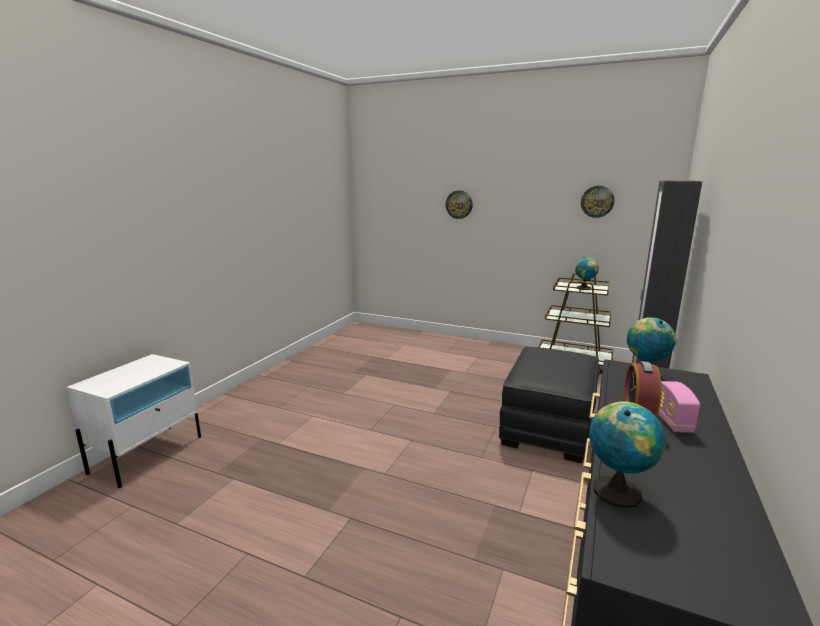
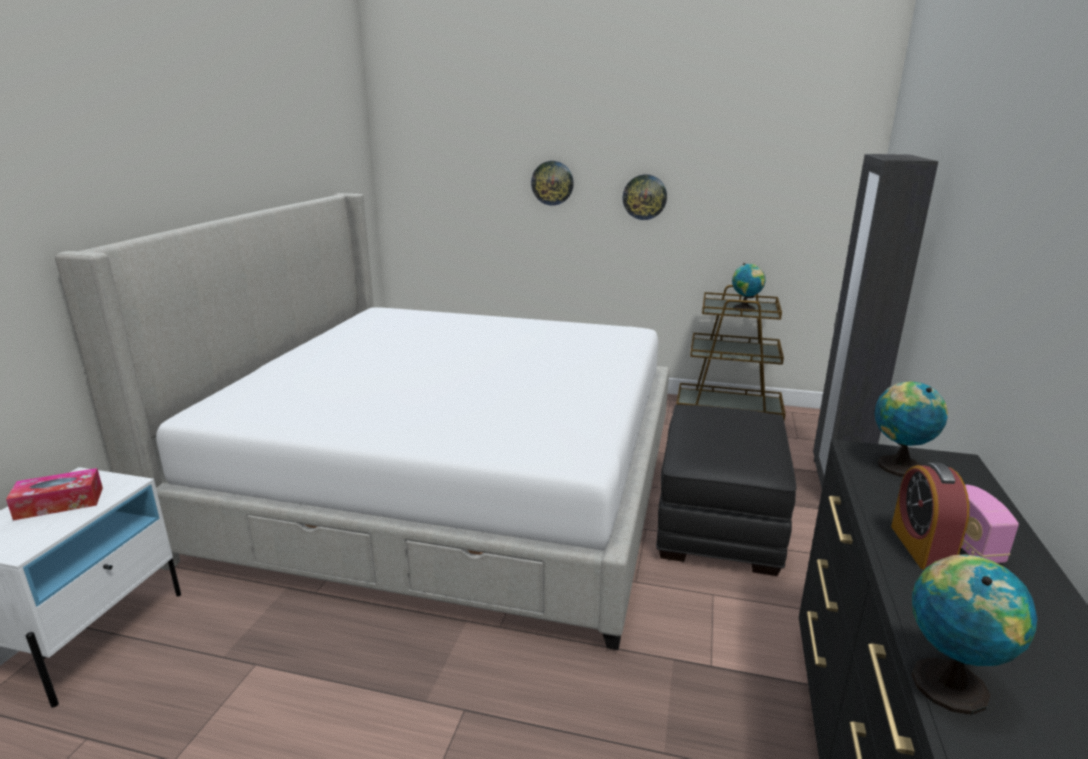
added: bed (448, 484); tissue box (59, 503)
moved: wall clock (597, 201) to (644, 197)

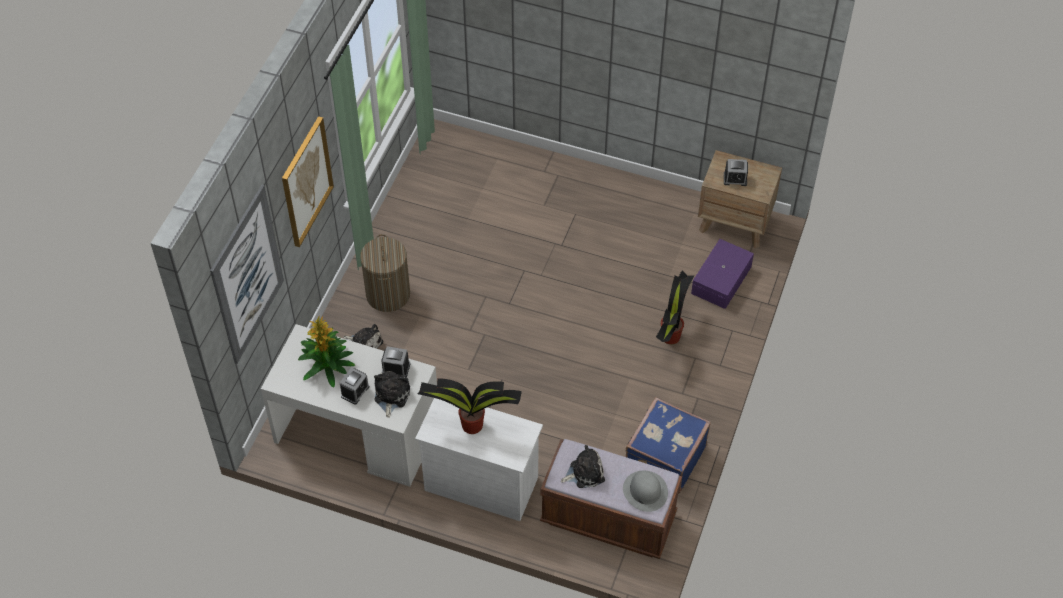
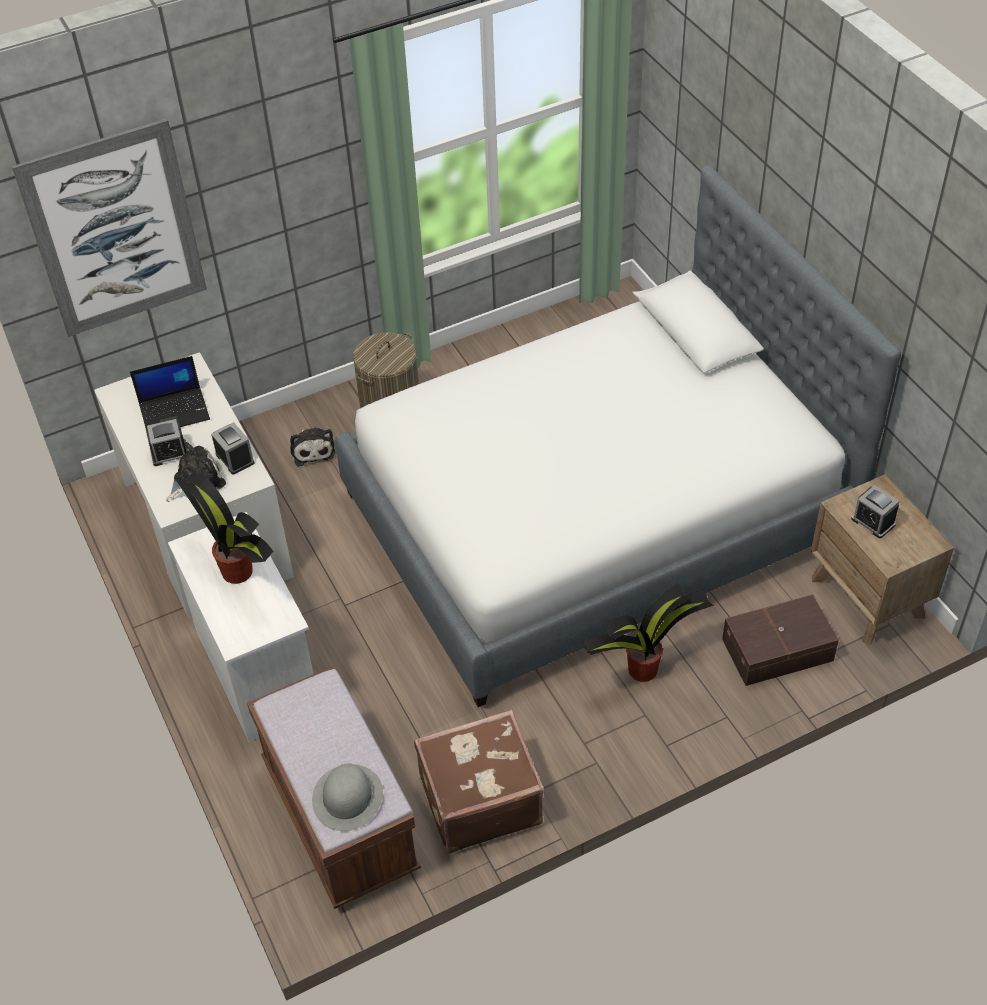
removed: picture (306, 181); plush toy (584, 472)
added: bed (596, 515)
replaced: potted plant (327, 366) to laptop (175, 411)
recoloured: purple storage box (722, 280) to brown storage box (779, 651); blue suitcase (663, 458) to brown suitcase (478, 799)

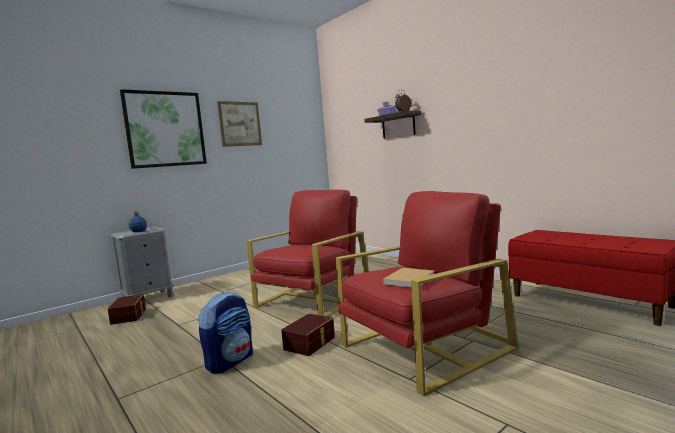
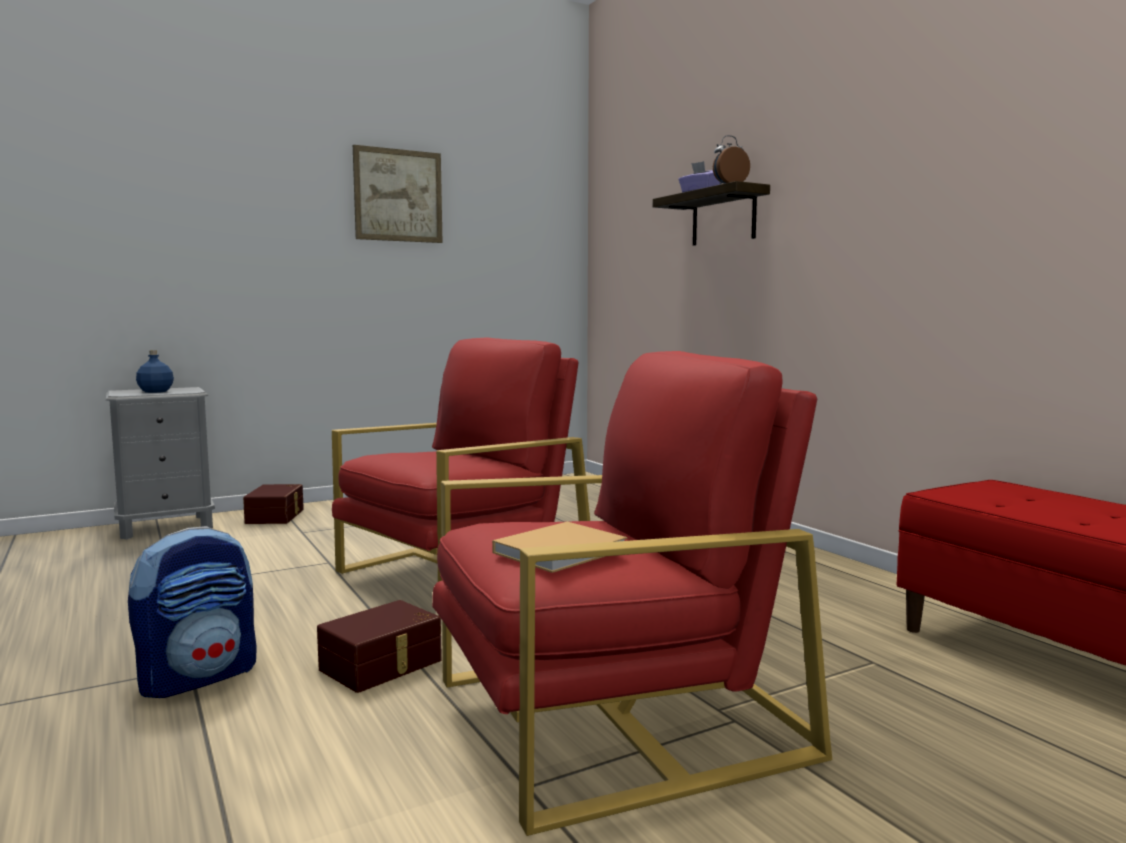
removed: picture (165, 129)
moved: brown storage box (129, 316) to (276, 516)

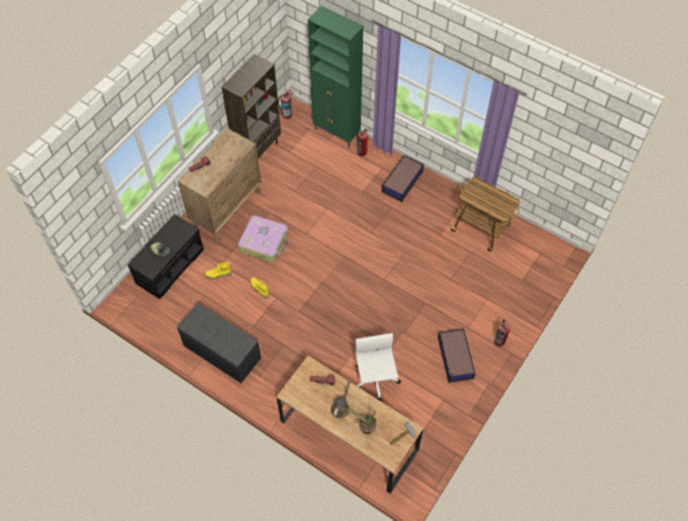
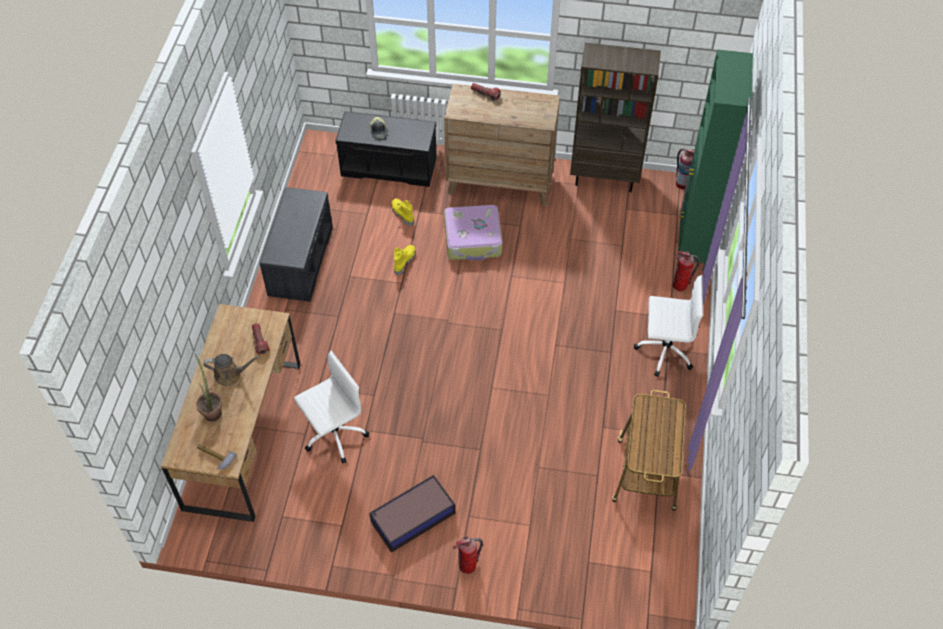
replaced: storage box (403, 181) to white office chair (664, 350)

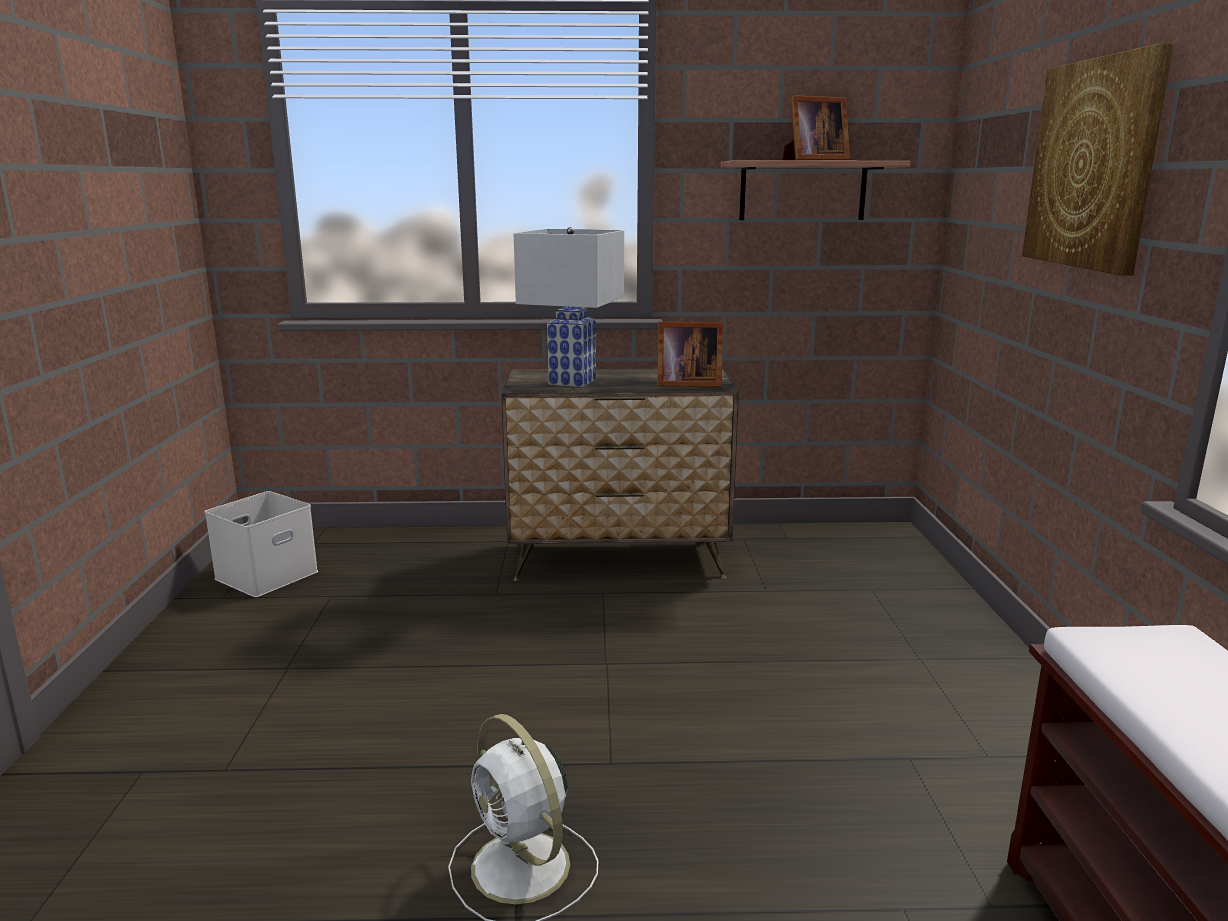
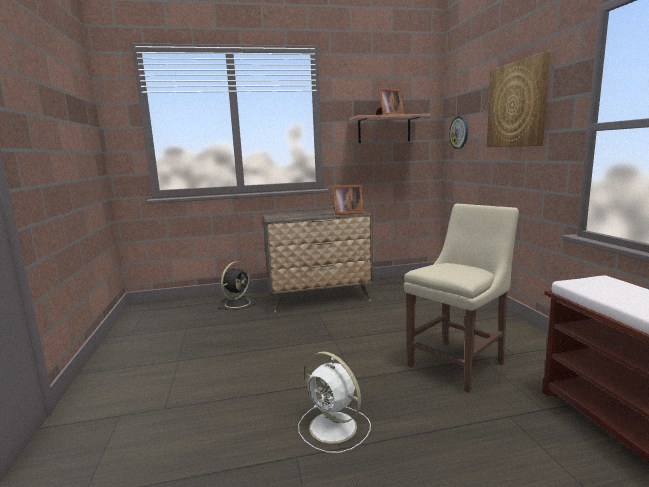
removed: white table lamp (572, 382); white storage box (267, 574)
added: wall clock (459, 132); beige chair (459, 363); black fan (238, 303)

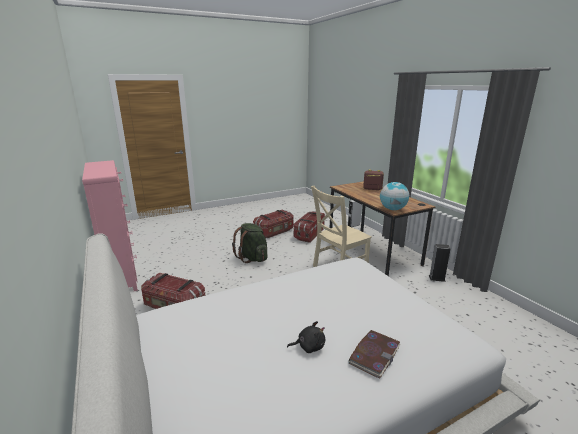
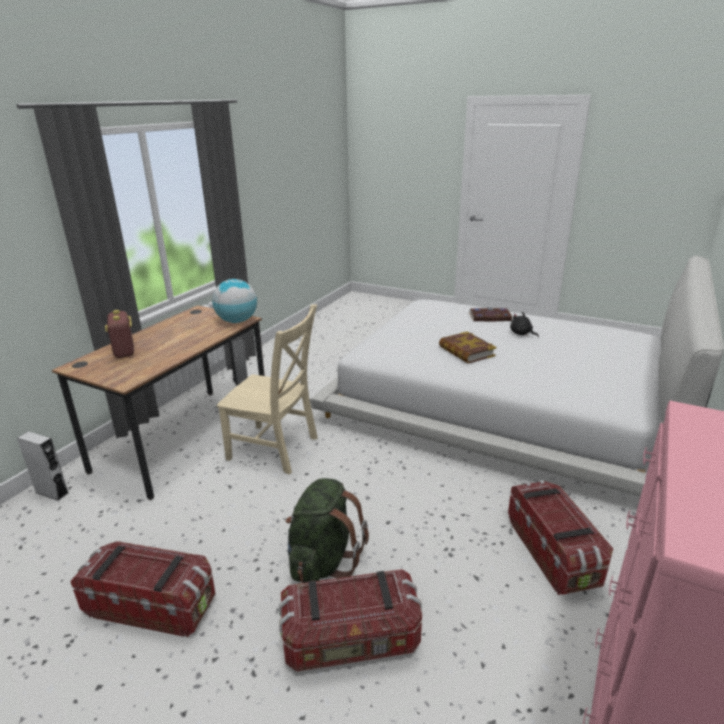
added: book (466, 351)
moved: storage box (309, 234) to (351, 641)

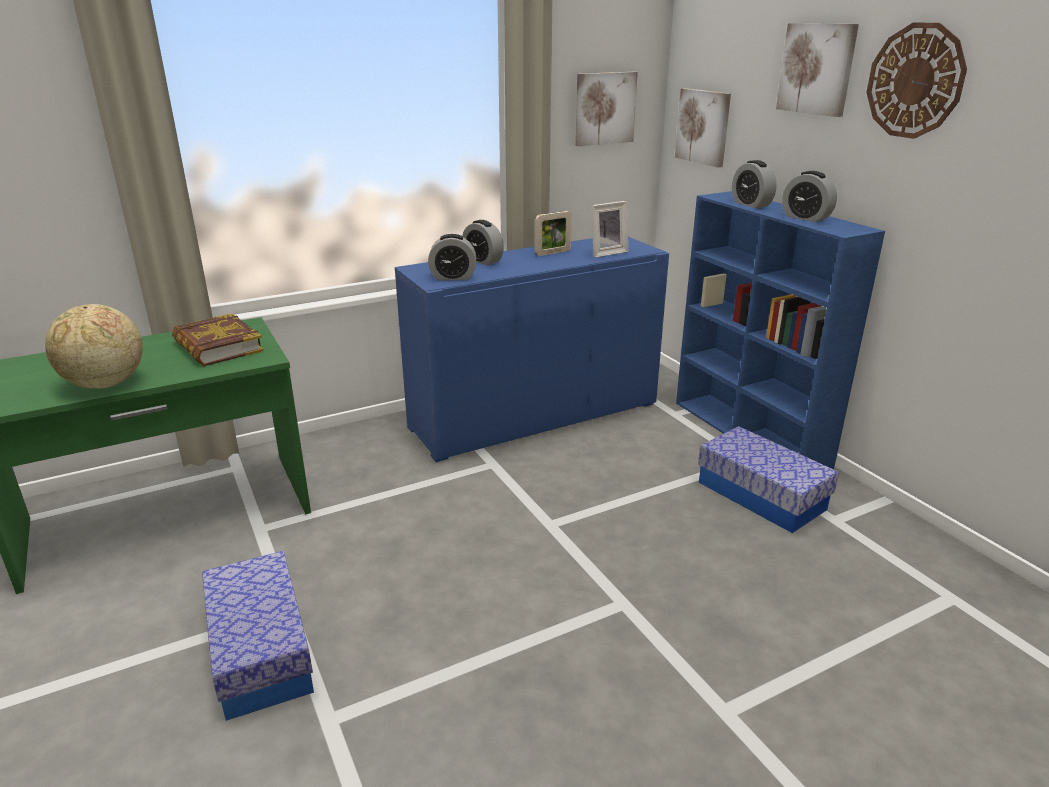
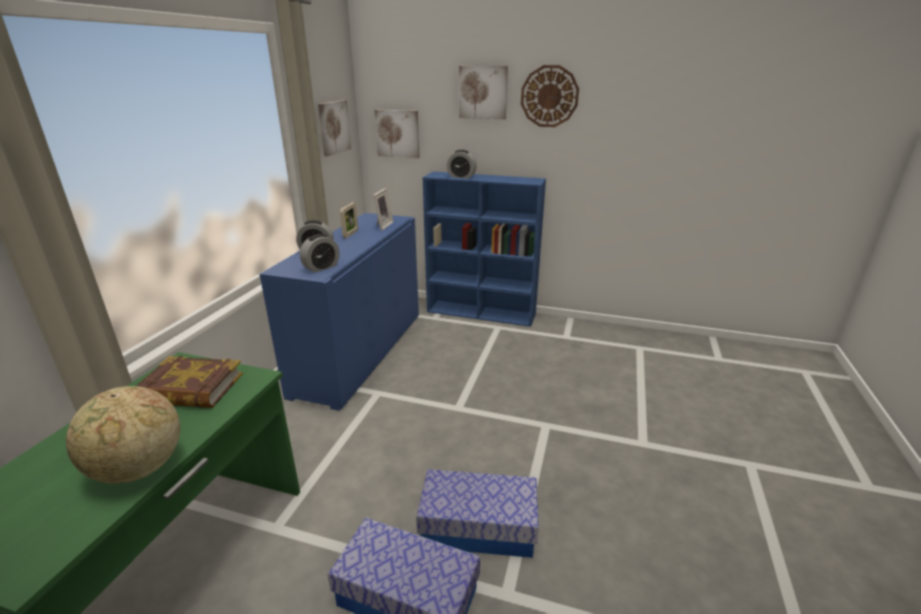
removed: alarm clock (805, 218)
moved: storage box (761, 495) to (478, 527)

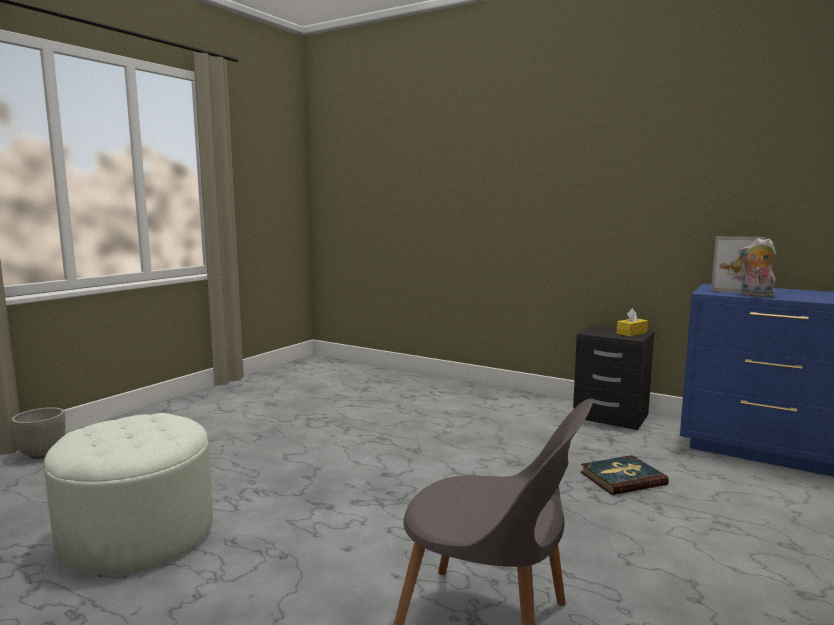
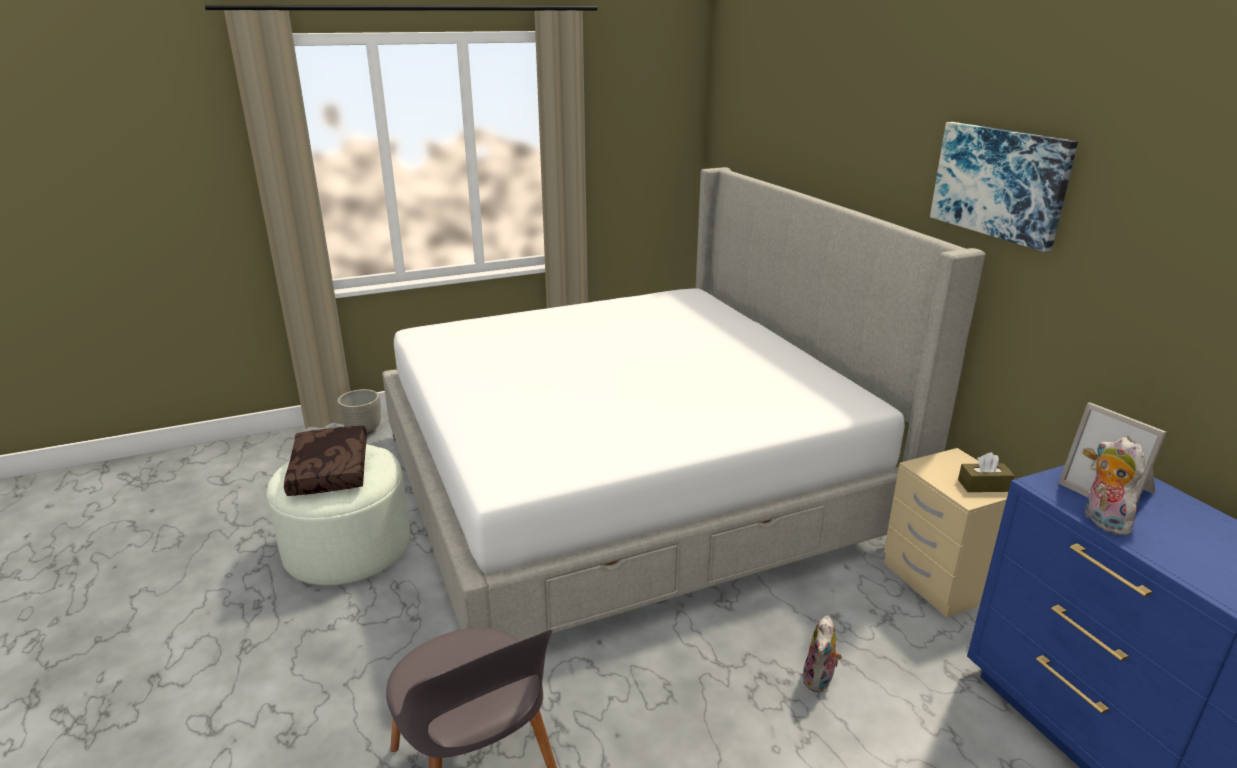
added: picture (1000, 182); bed (629, 482); brown pillow (332, 471)
replaced: book (622, 478) to plush toy (819, 680)
recoloured: yellow tissue box (631, 333) to brown tissue box (983, 485); black nightstand (610, 416) to beige nightstand (940, 580)

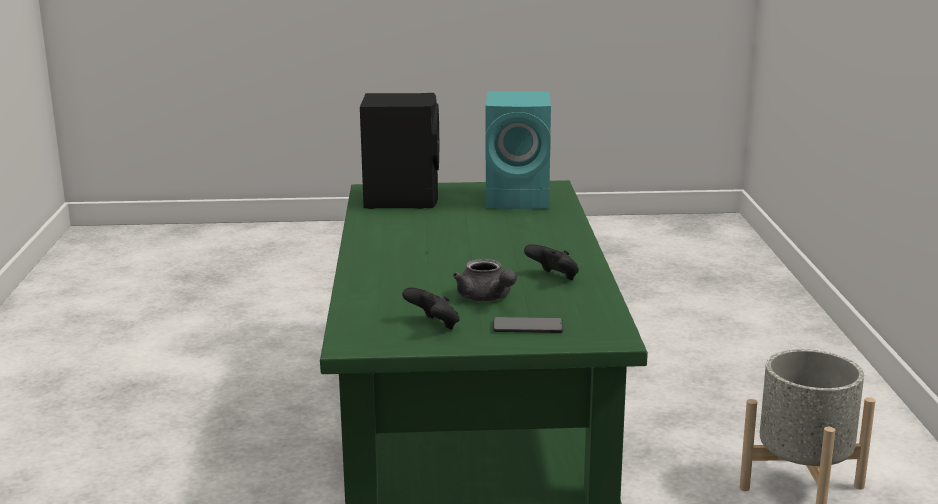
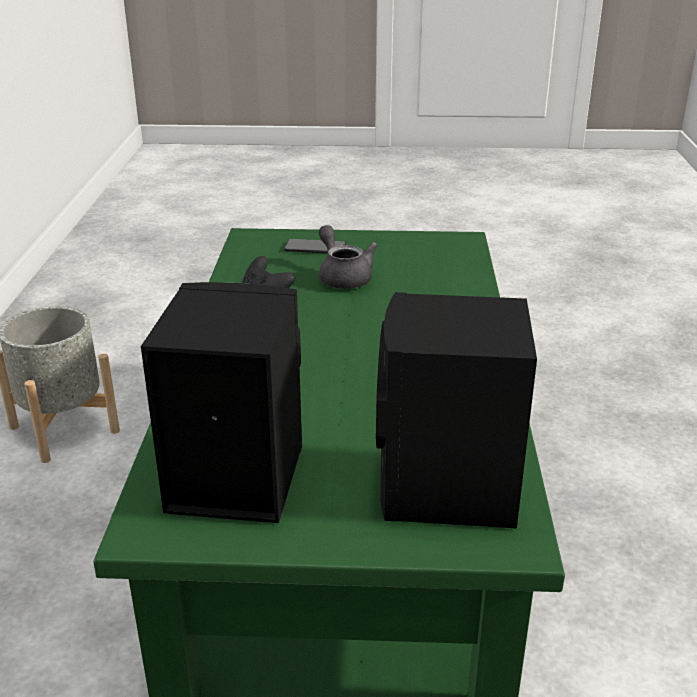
removed: black game controller (433, 325)
recoloured: turquoise speaker (520, 199) to black speaker (231, 477)

